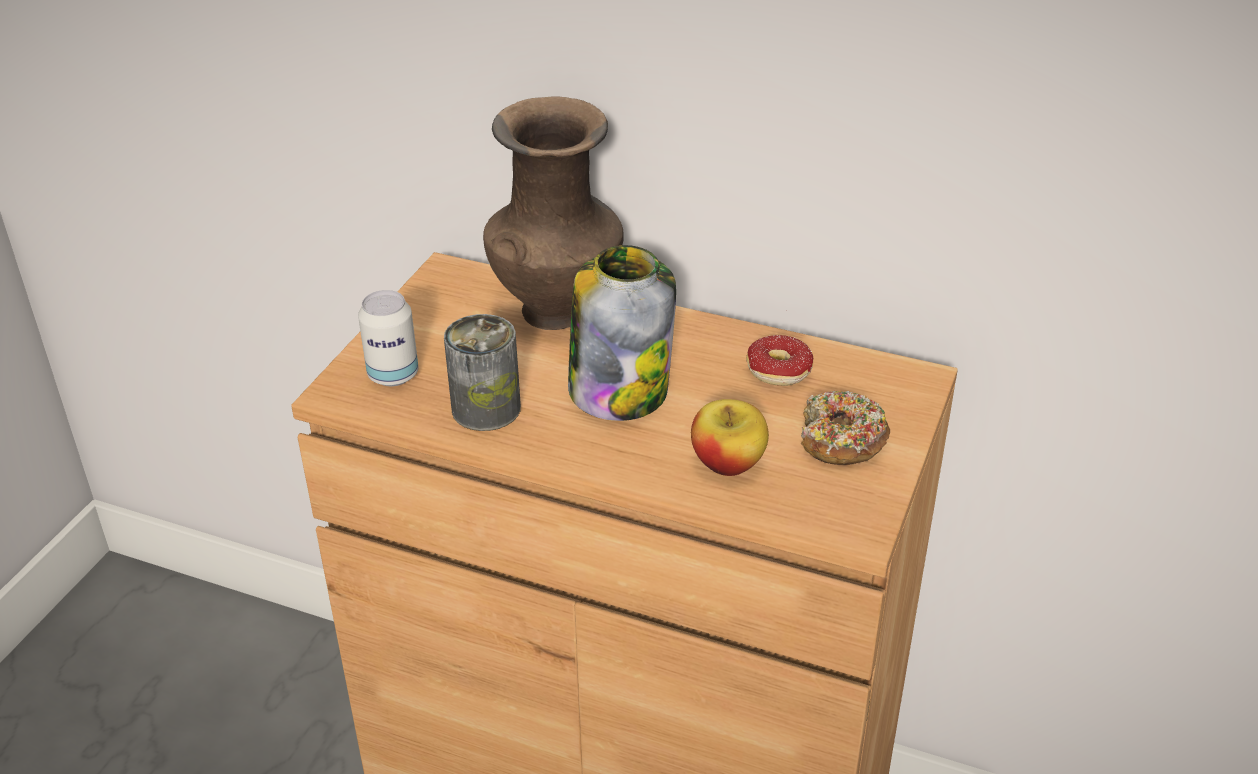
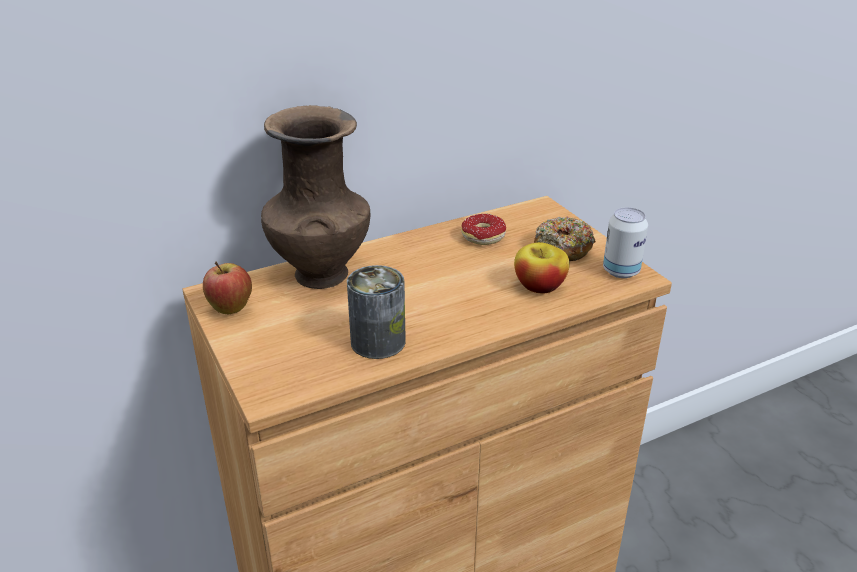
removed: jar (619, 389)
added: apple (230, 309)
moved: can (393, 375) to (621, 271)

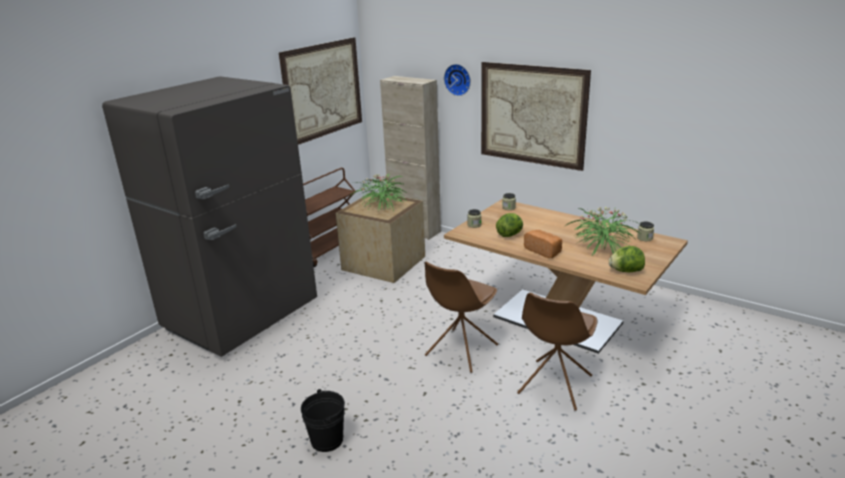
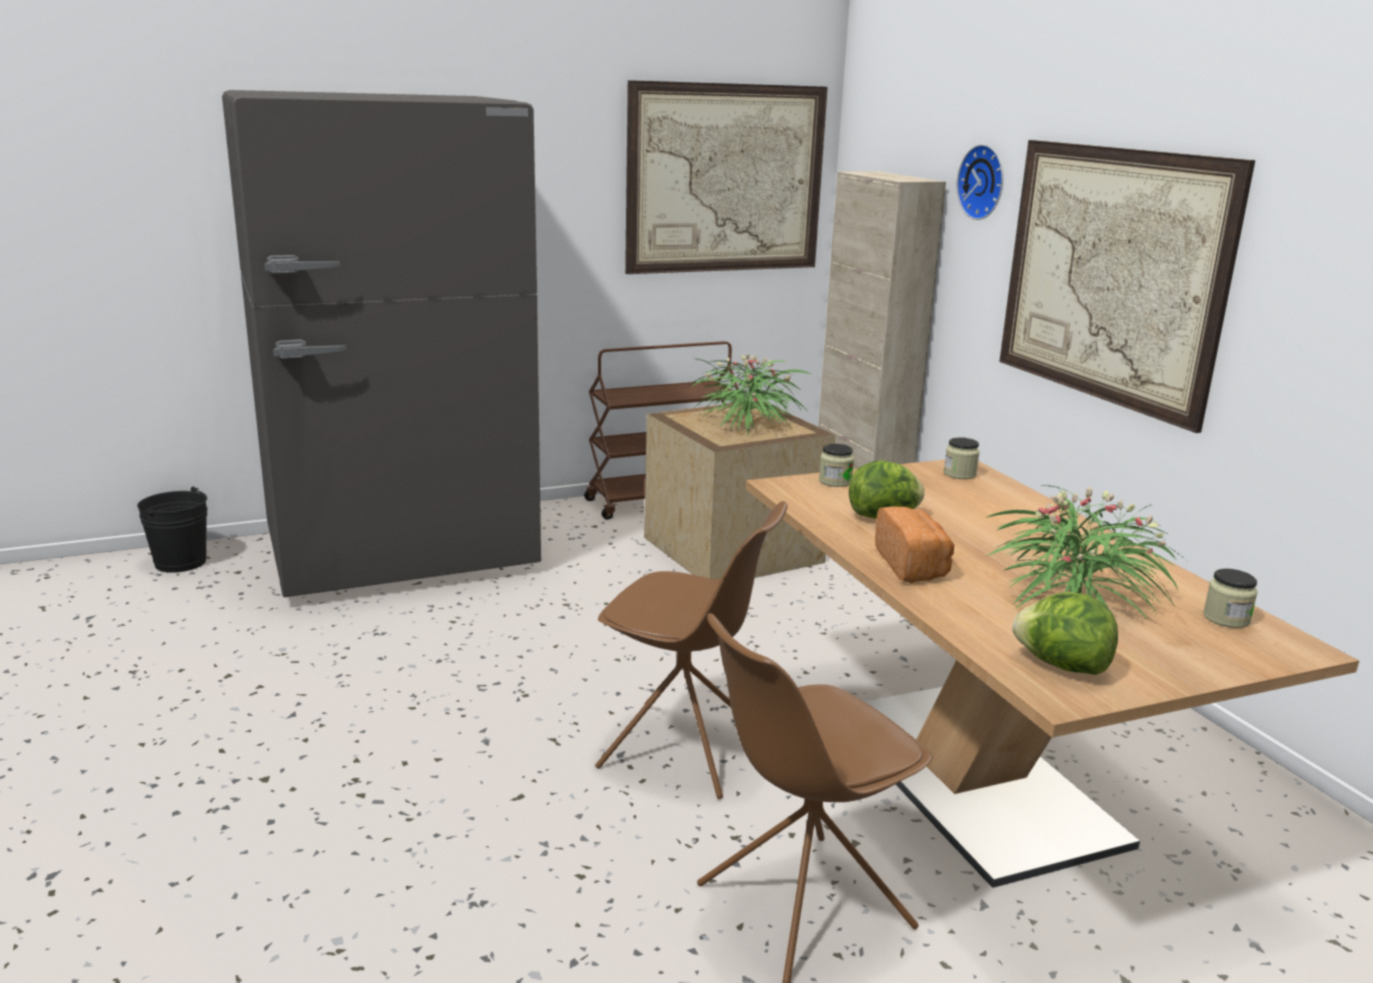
moved: black bucket (327, 440) to (180, 562)
turned: brown chair (460, 351) = (684, 750) 135 degrees counterclockwise

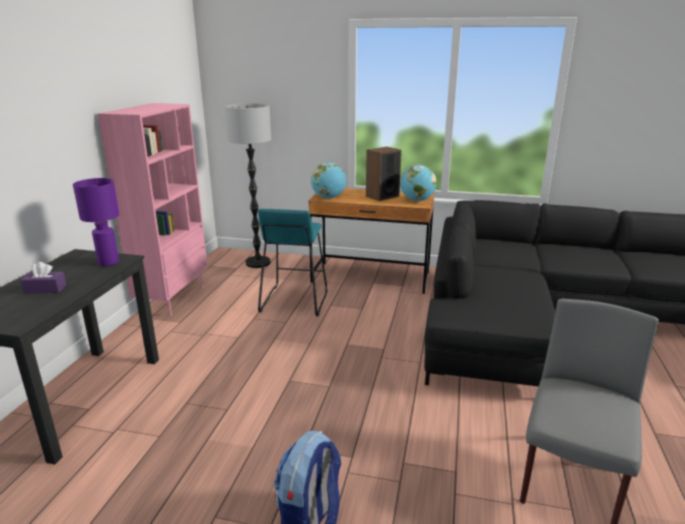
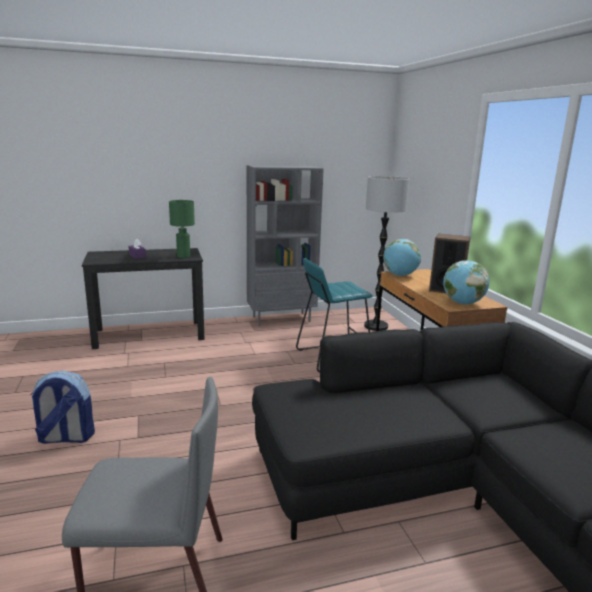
recoloured: pink bookcase (173, 299) to grey bookcase (281, 319); purple table lamp (108, 262) to green table lamp (183, 256)

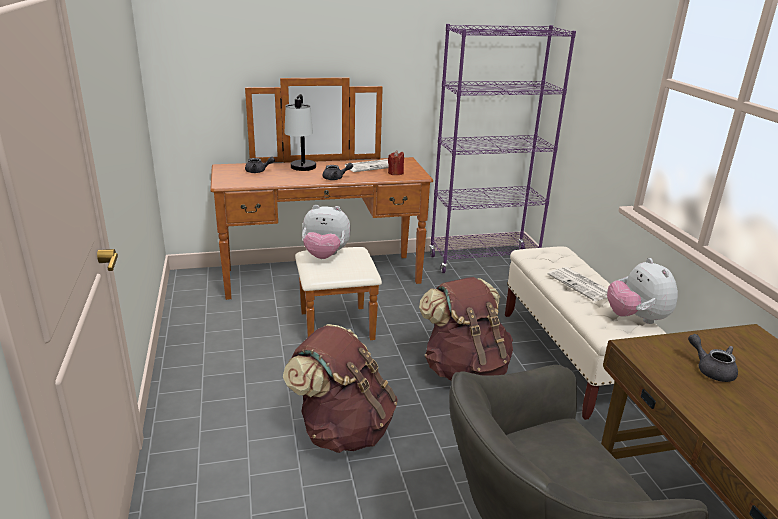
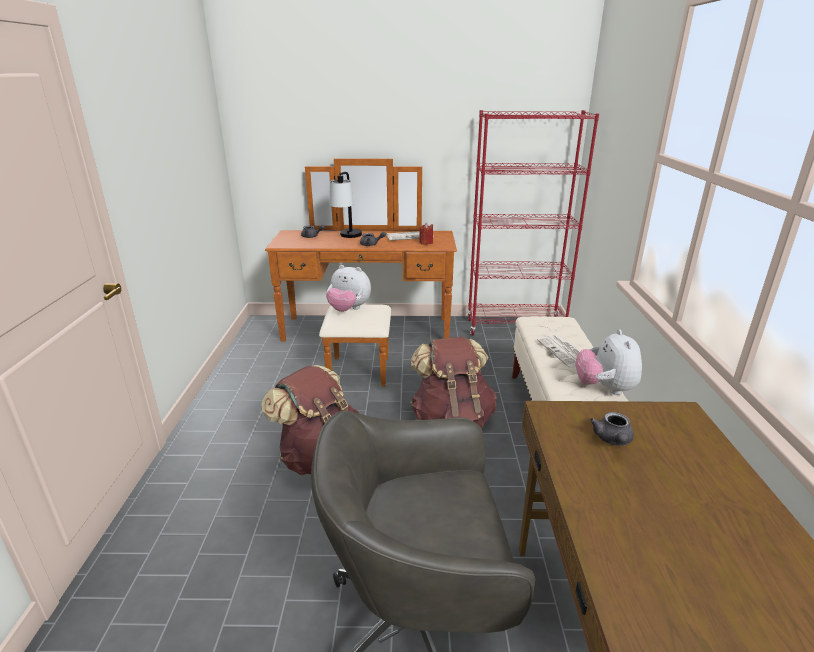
recoloured: purple bookcase (483, 261) to red bookcase (515, 328)
turned: grey teapot (711, 369) = (612, 440) 150 degrees counterclockwise

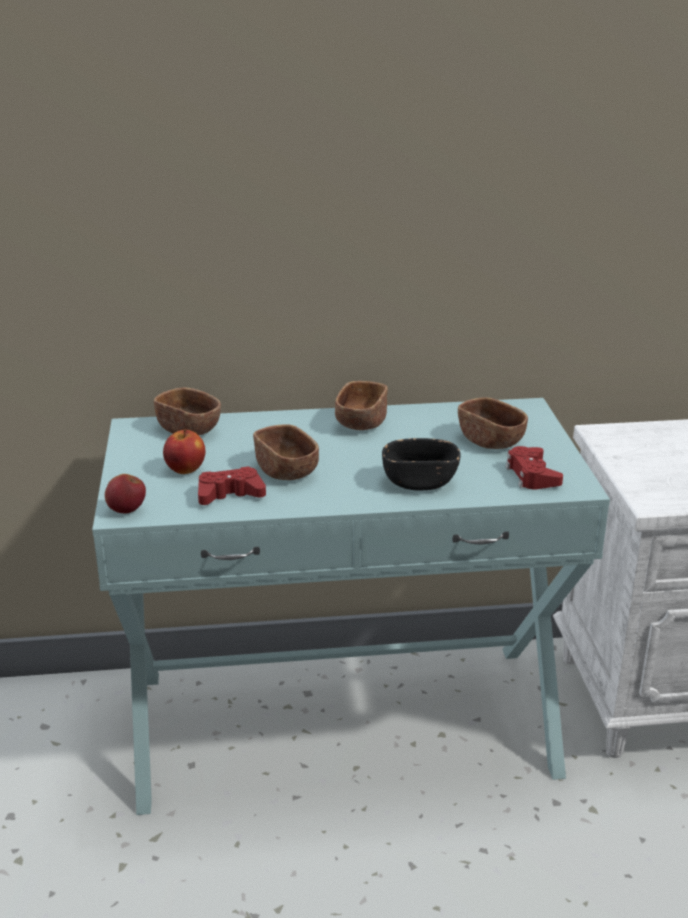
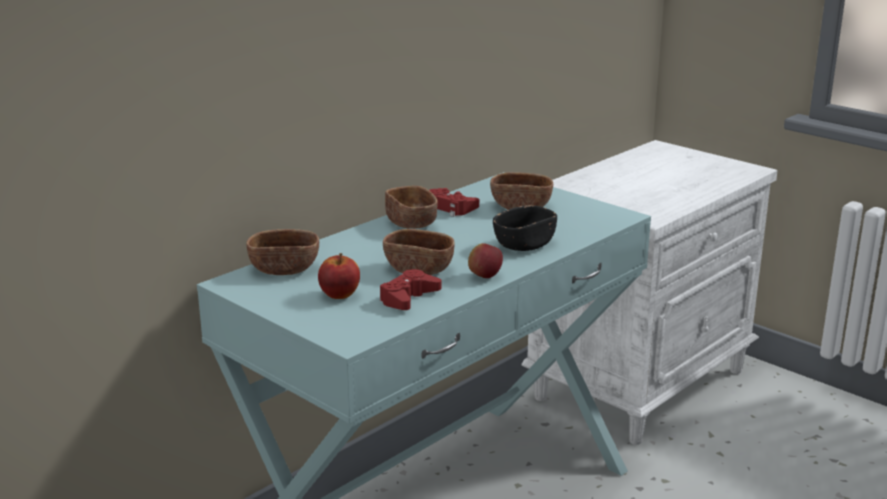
moved: red game controller (532, 475) to (449, 208); apple (127, 510) to (485, 276)

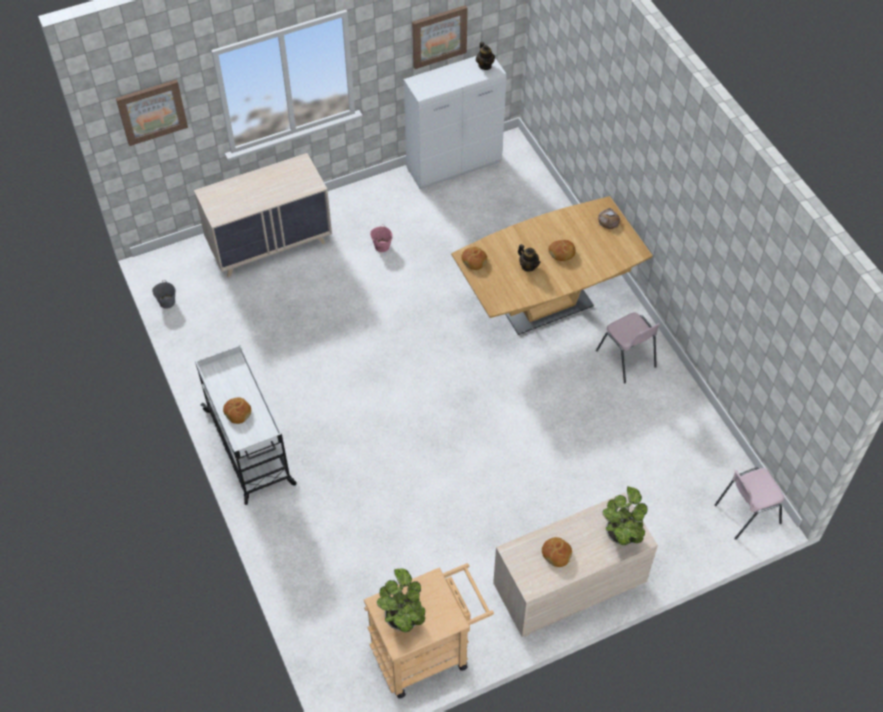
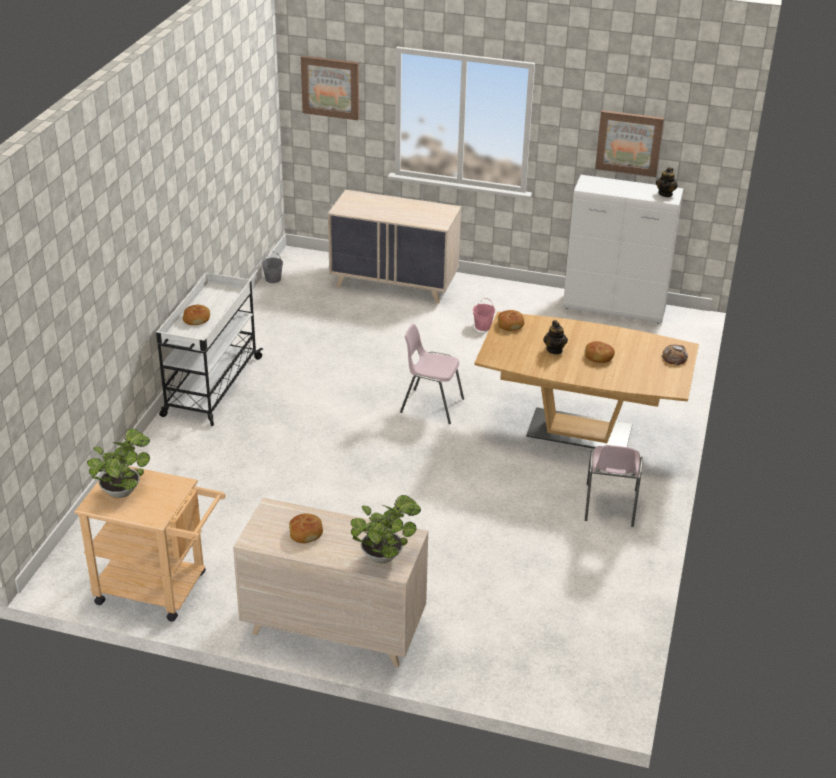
moved: pink chair (746, 513) to (431, 405)

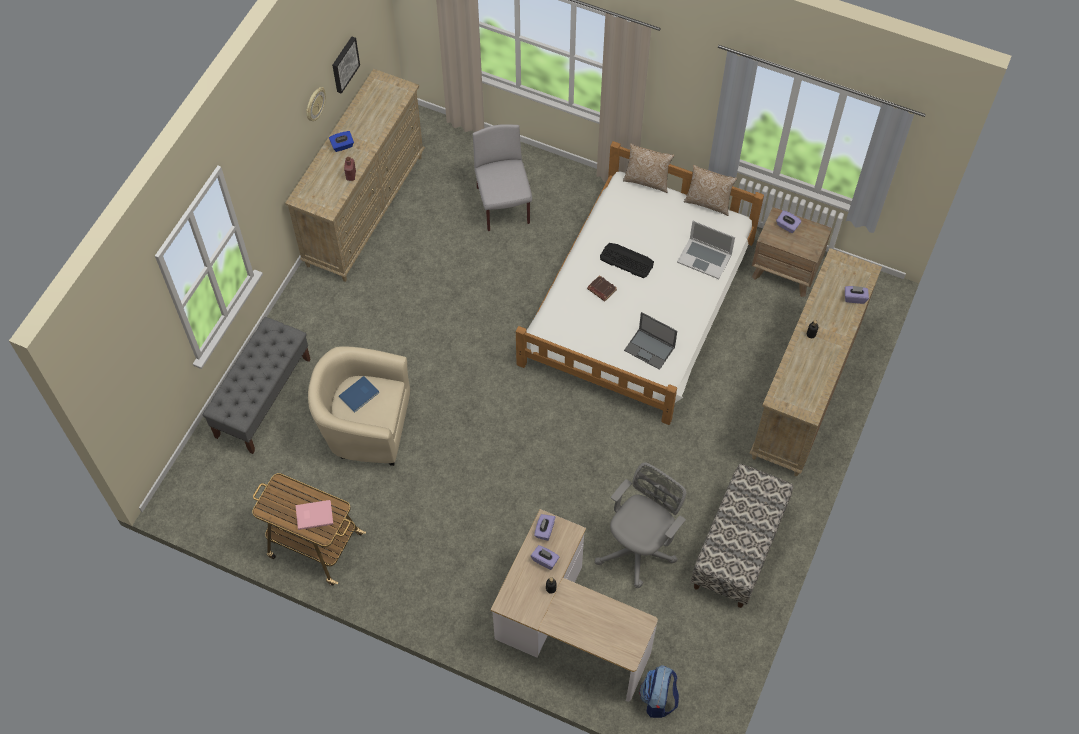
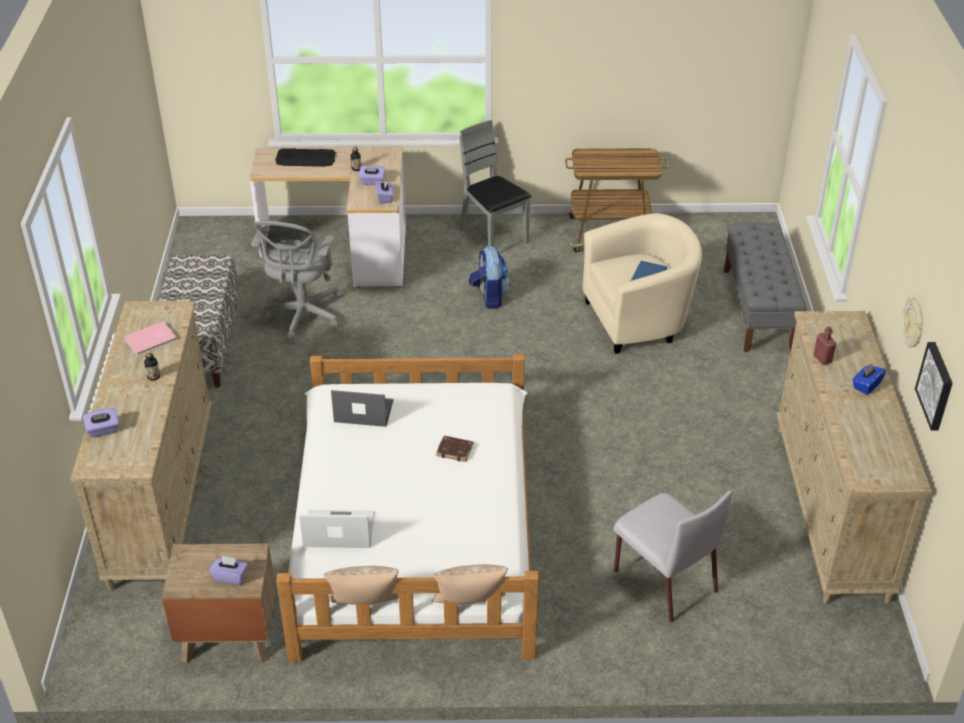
added: grey chair (493, 237)
moved: keyboard (626, 260) to (305, 158); pink book (313, 514) to (152, 340); backpack (658, 699) to (489, 297)

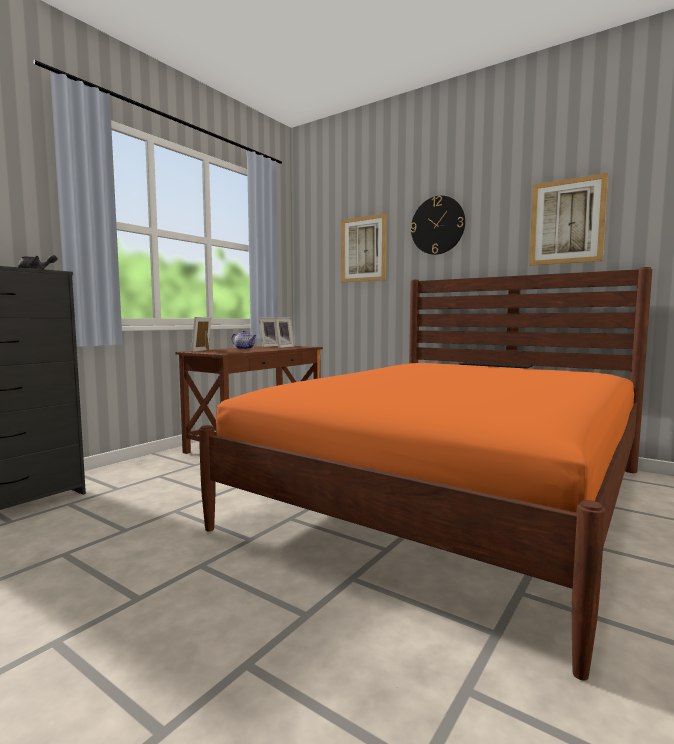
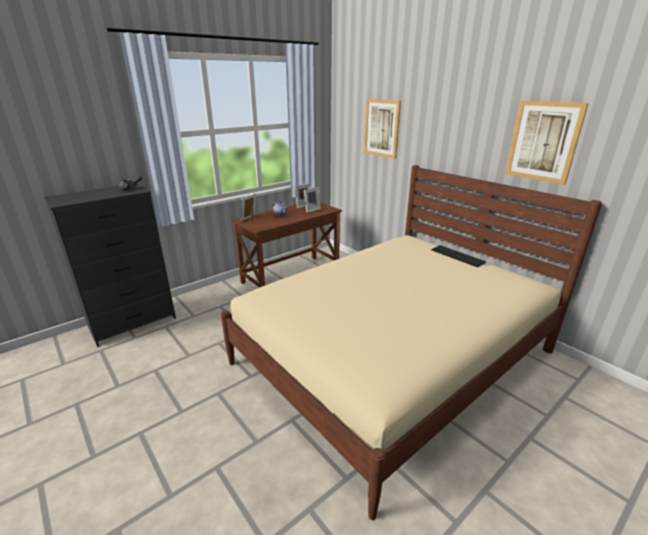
removed: wall clock (437, 225)
recoloured: orange bed (454, 496) to beige bed (393, 357)

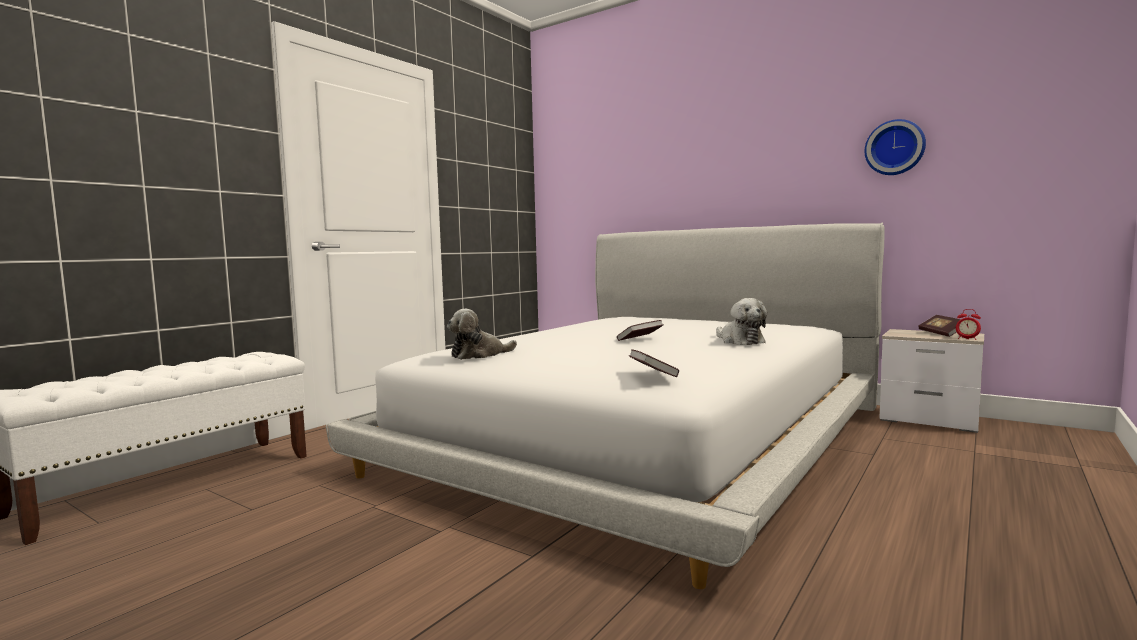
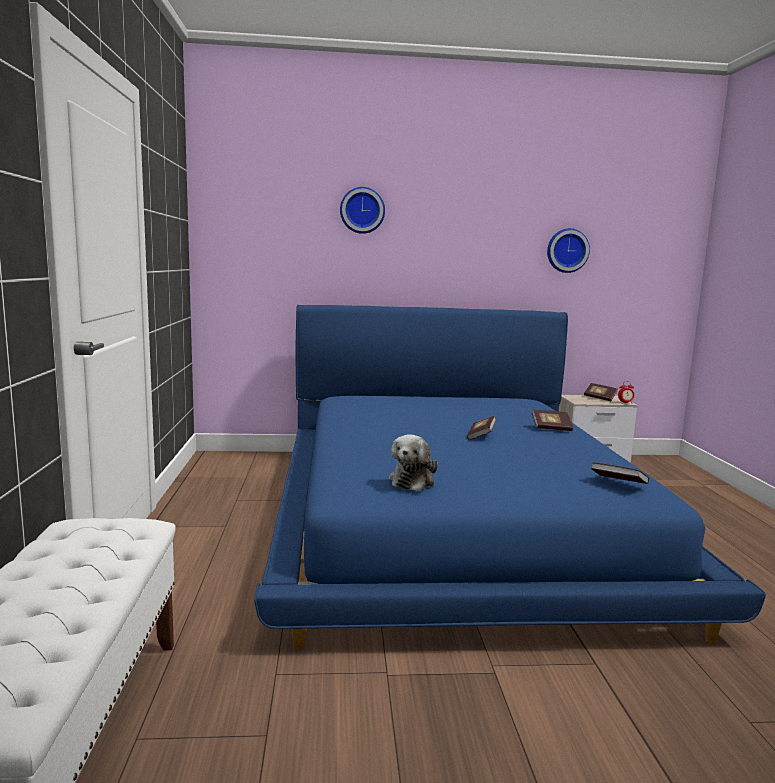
added: wall clock (362, 210)
replaced: plush toy (739, 341) to book (551, 428)
recoloured: white bed (644, 435) to blue bed (454, 520)

